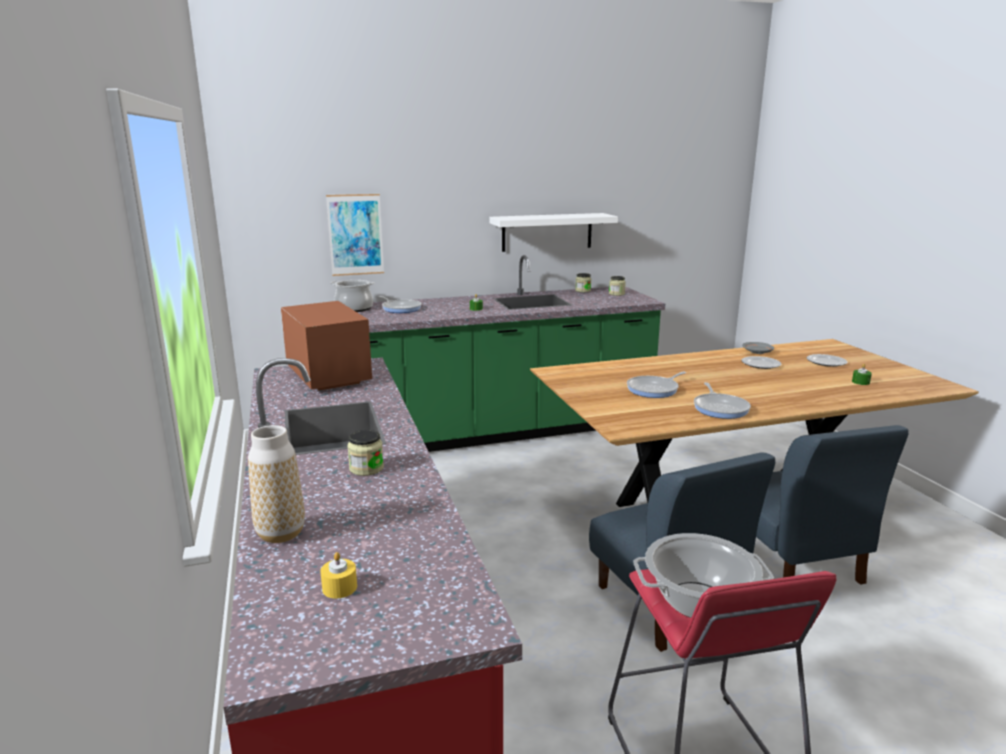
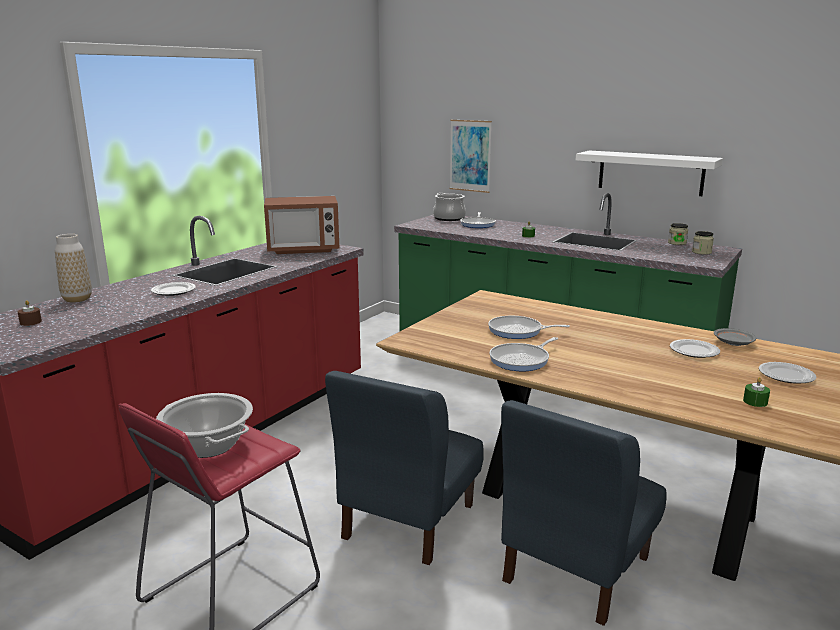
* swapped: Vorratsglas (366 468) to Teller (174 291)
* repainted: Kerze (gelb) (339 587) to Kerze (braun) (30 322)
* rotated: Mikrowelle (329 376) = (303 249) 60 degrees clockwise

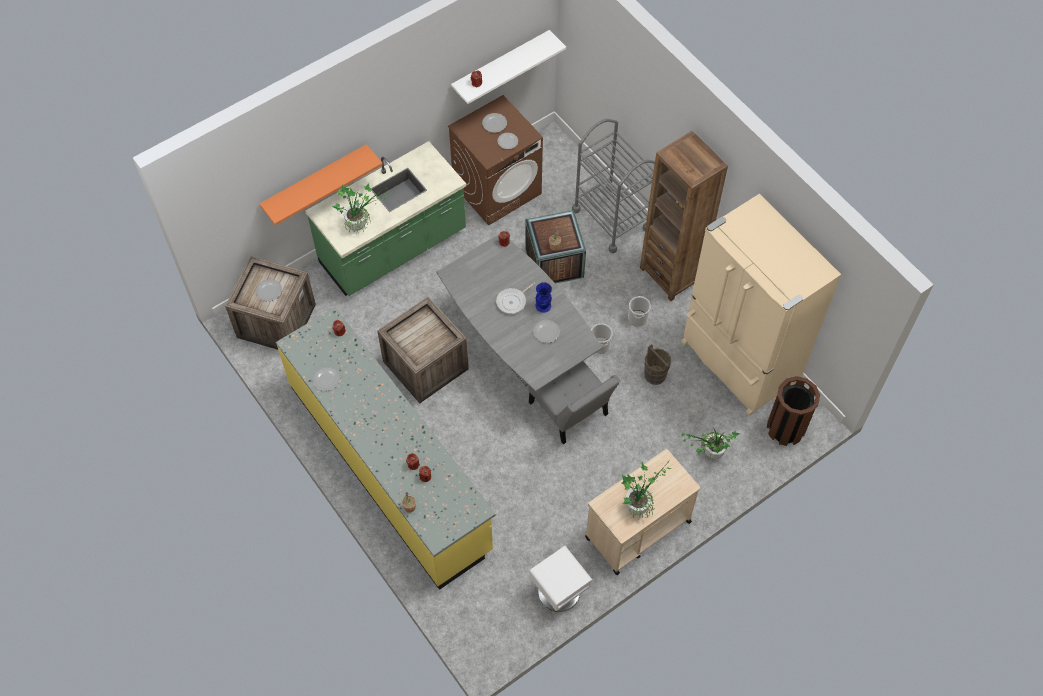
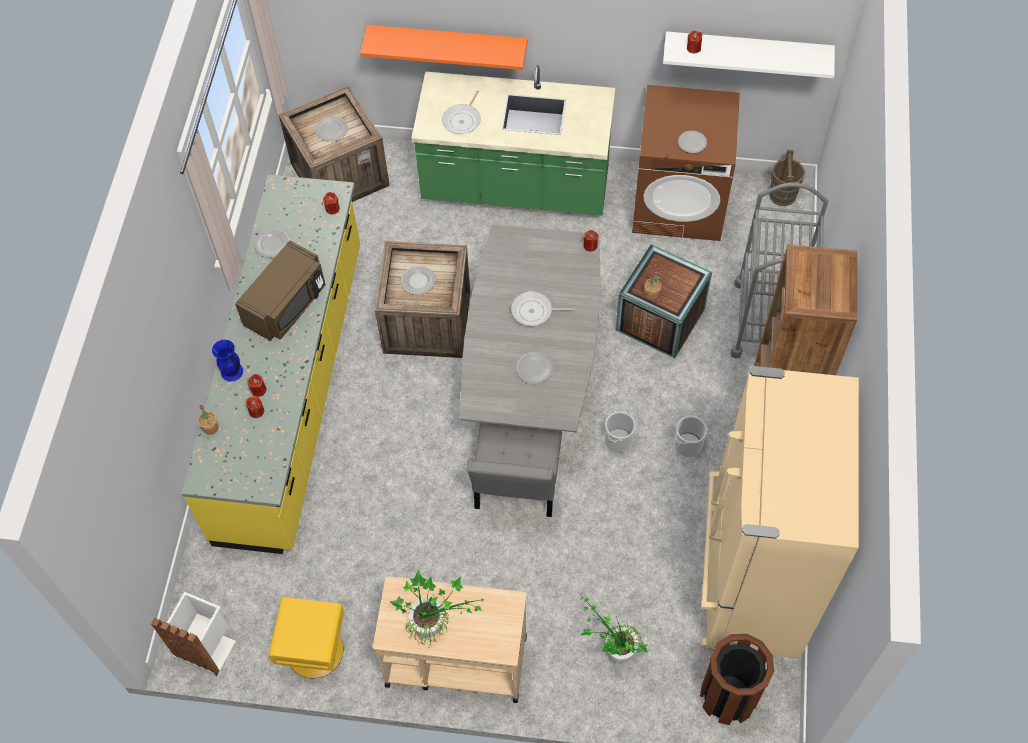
* new: Mülleimer (weiß) (207 647)
* new: Mikrowelle (braun) (287 305)
* shifted: Teller (494 123) to (418 281)
* shifted: Vase (blau) (543 306) to (231 372)
* shifted: Eimer (braun) (655 374) to (782 195)
* swapped: Topfpflanze (360 223) to Pfanne (463 120)
* repainted: Nachttisch (weiß) (559 592) to Nachttisch (gelb) (314 651)

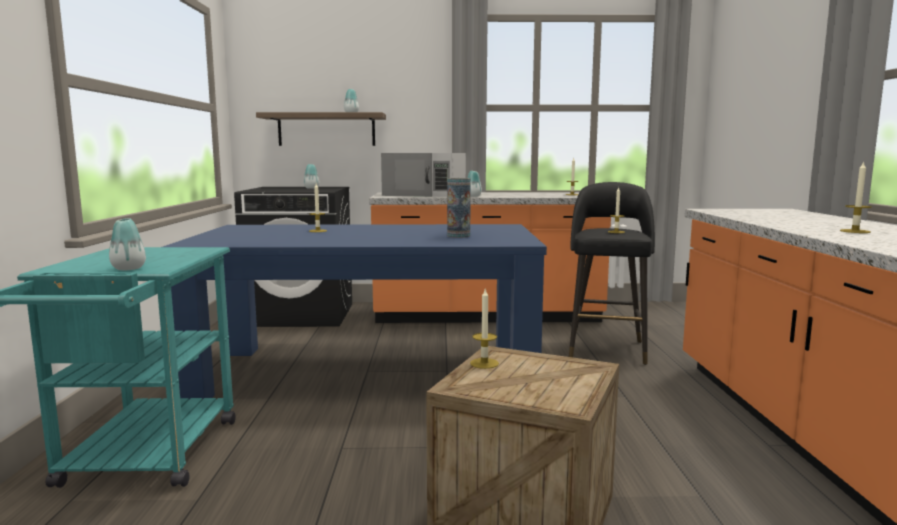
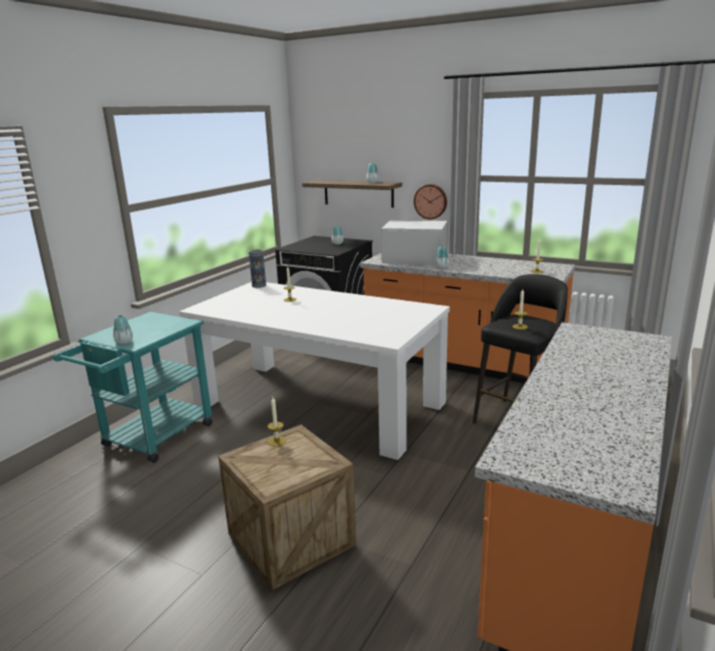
* gone: Kerze (855 231)
* new: Wanduhr (431 201)
* shifted: Vase (458 236) to (259 285)
* repainted: Esstisch (blau) (369 373) to Esstisch (weiß) (318 403)
* rotated: Mikrowelle (weiß) (425 194) = (414 258) 150 degrees clockwise

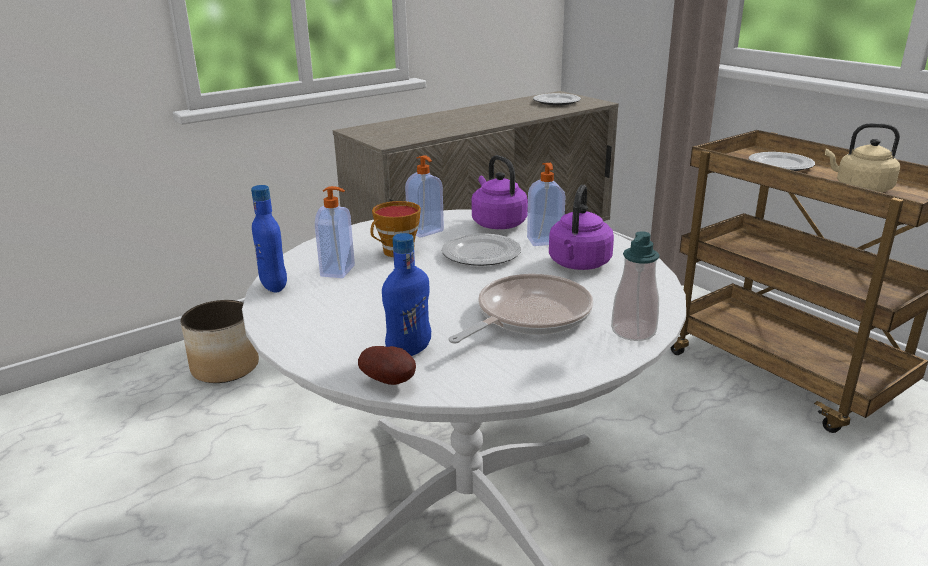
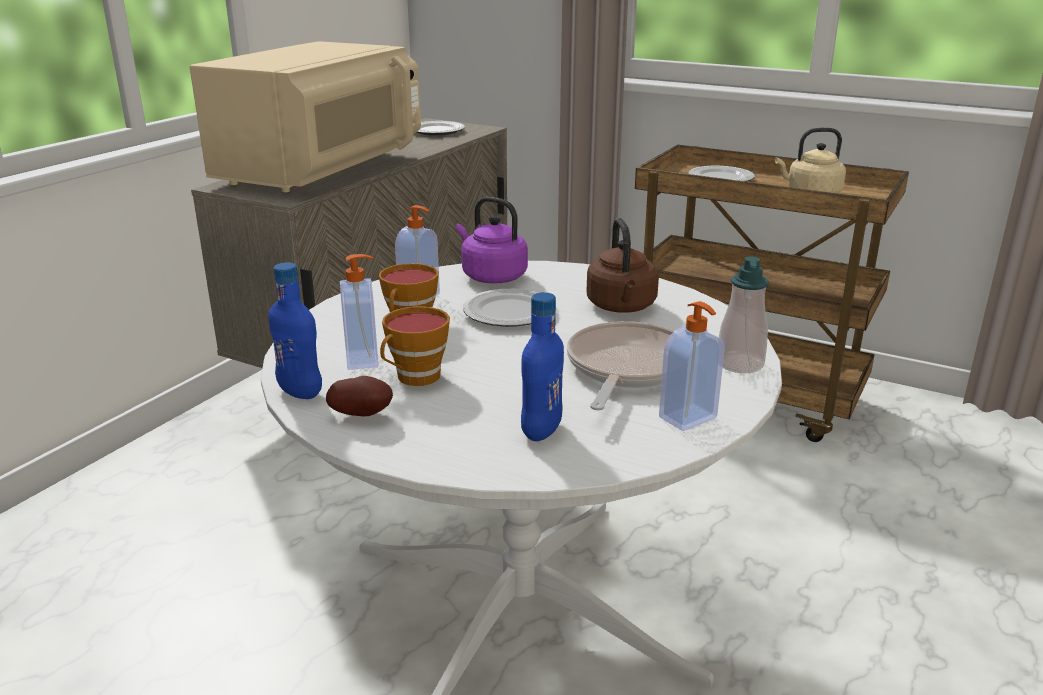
* gone: Pflanzkübel (225 367)
* new: Mikrowelle (beige) (323 171)
* new: Tasse (415 378)
* shifted: Kartoffel (391 382) to (363 414)
* shifted: Seifenspender (545 241) to (689 418)
* repainted: Wasserkessel (lila) (578 264) to Wasserkessel (braun) (621 307)

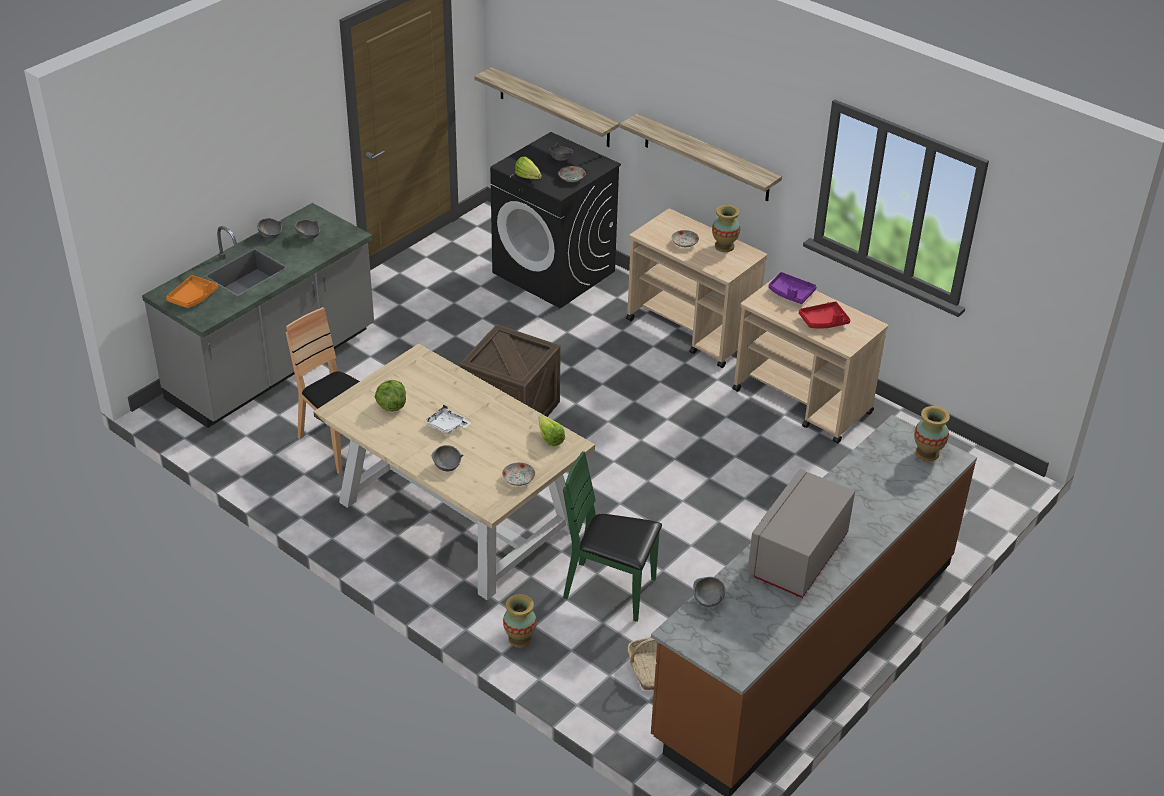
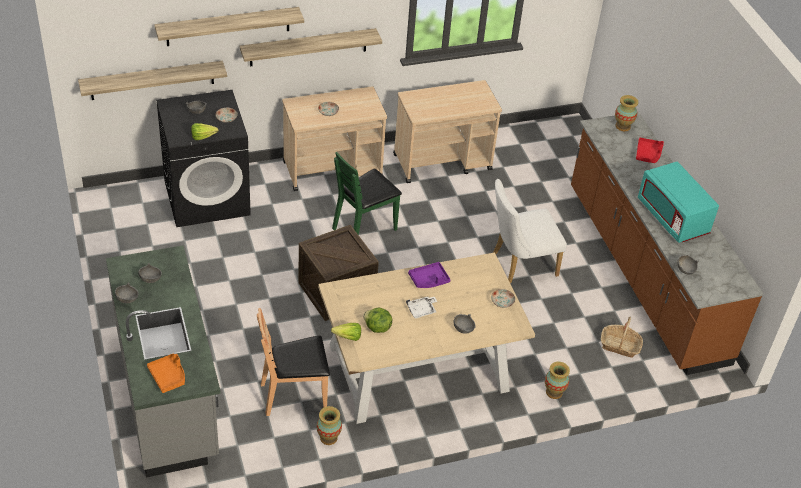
* new: Wandregal (228 26)
* new: Stuhl (weiß) (519 264)
* shifted: Salatkopf (549 436) to (345 336)
* shifted: Stuhl (grün) (610 590) to (364 228)
* shifted: Vase (724 246) to (328 438)
* shifted: Tablett (lila) (790 293) to (429 280)
* shifted: Tablett (rot) (824 321) to (648 154)
* repainted: Mikrowelle (grau) (797 556) to Mikrowelle (türkis) (672 218)

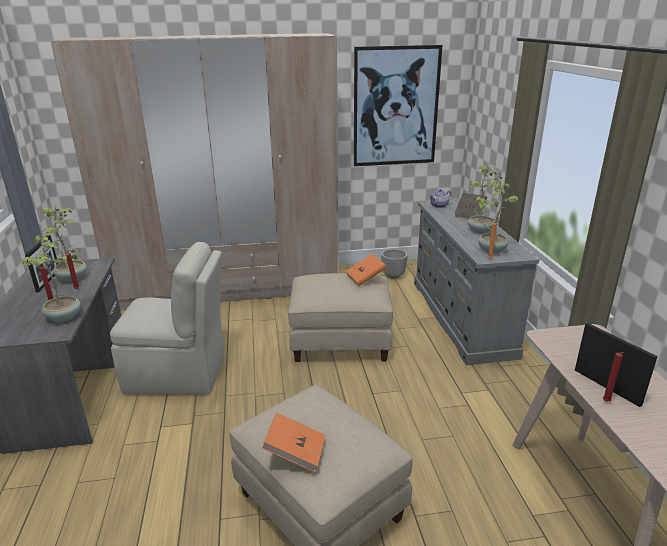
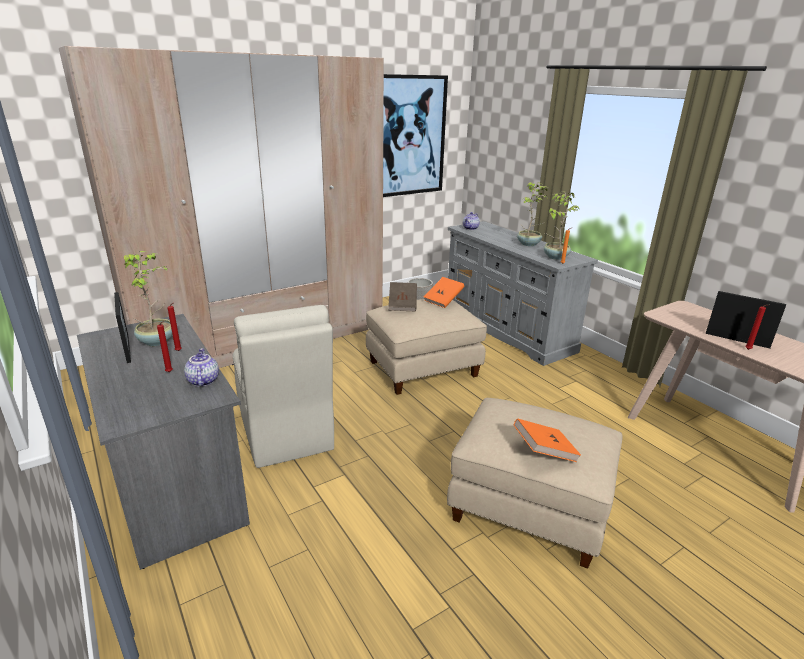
* shifted: Buch (braun) (470 214) to (402 305)
* swapped: Topfpflanze (64 317) to Teekanne (202 381)
* rotated: Stuhl (beige) (178 374) = (286 432) 90 degrees clockwise

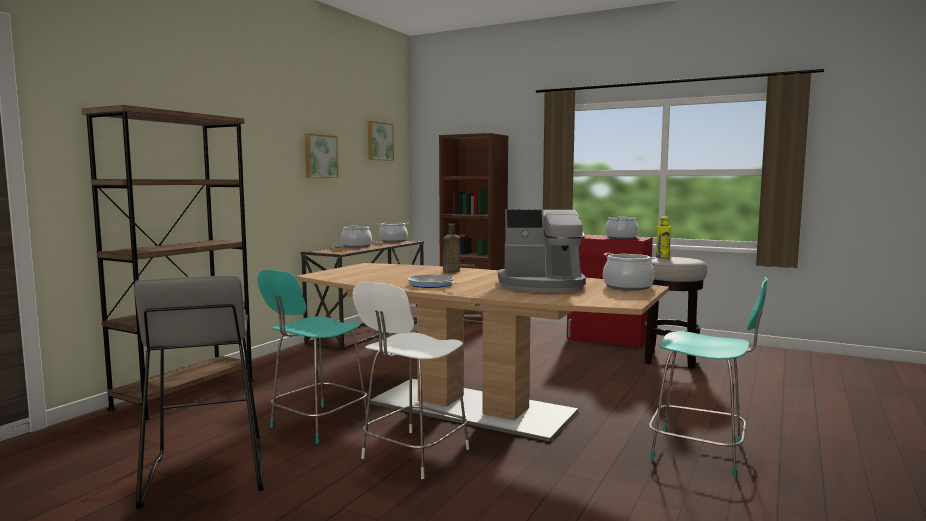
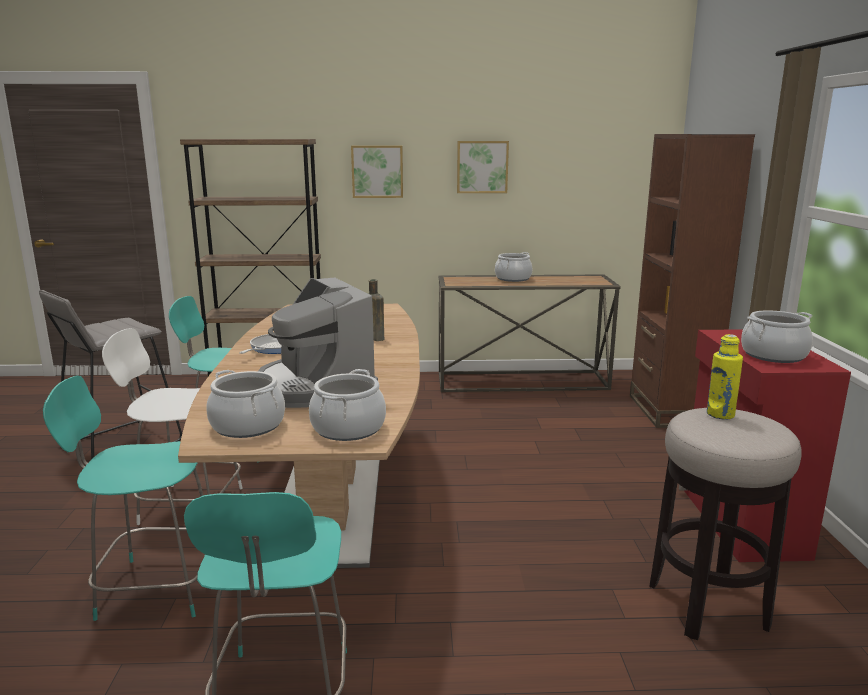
* new: Stuhl (türkis) (155 587)
* shifted: Bild (379 141) to (377 171)
* shifted: Kochtopf (393 241) to (247 426)

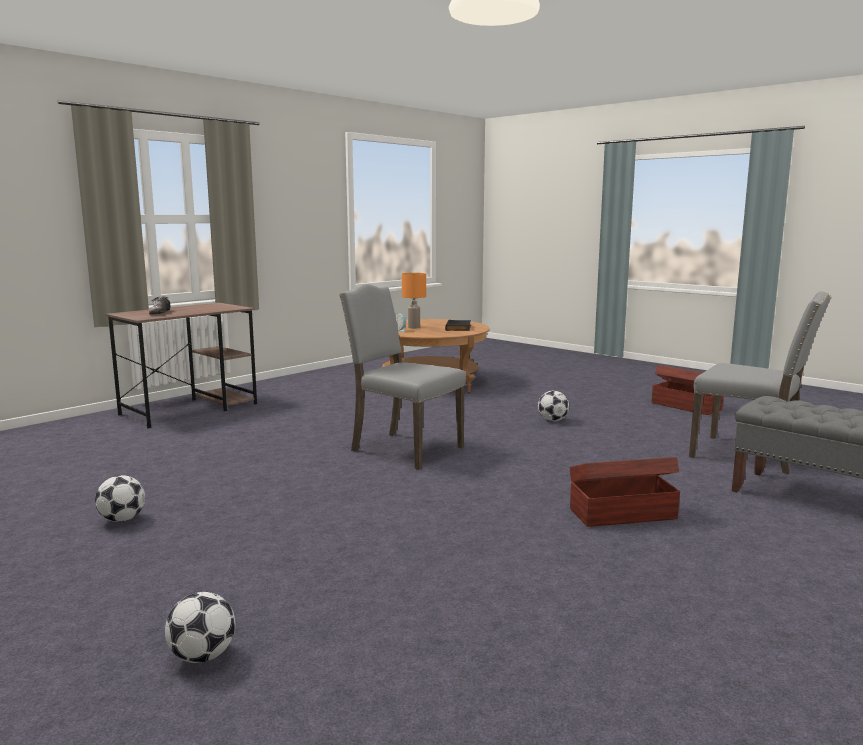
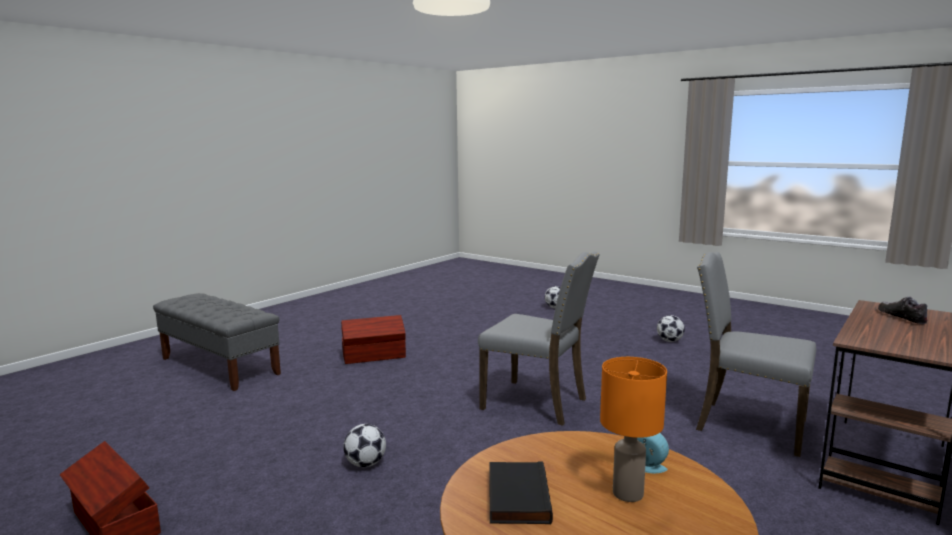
* shifted: Stuhl (grau) (749 455) to (748 425)

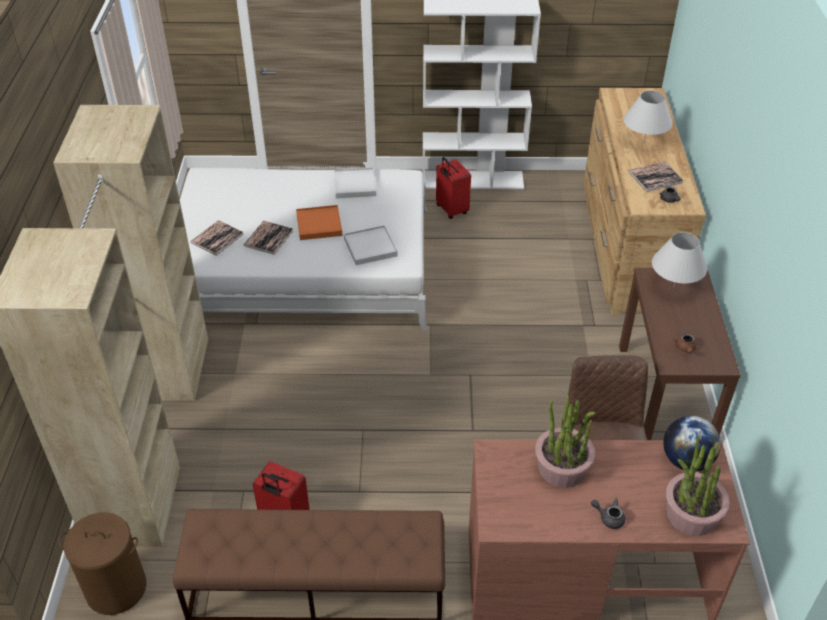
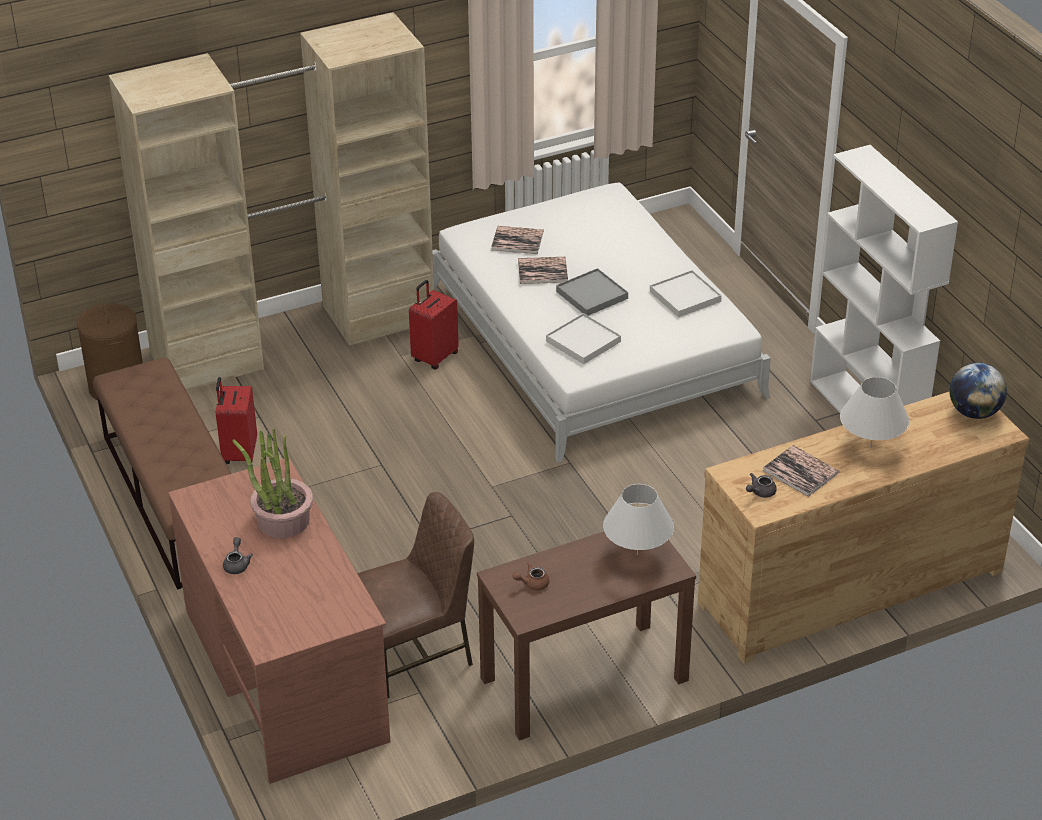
* gone: Topfpflanze (691 514)
* shifted: Koffer (rot) (451 210) to (434 357)
* shifted: Globus (686 460) to (974 412)
* repainted: Tablett (orange) (319 224) to Tablett (grau) (592 295)

